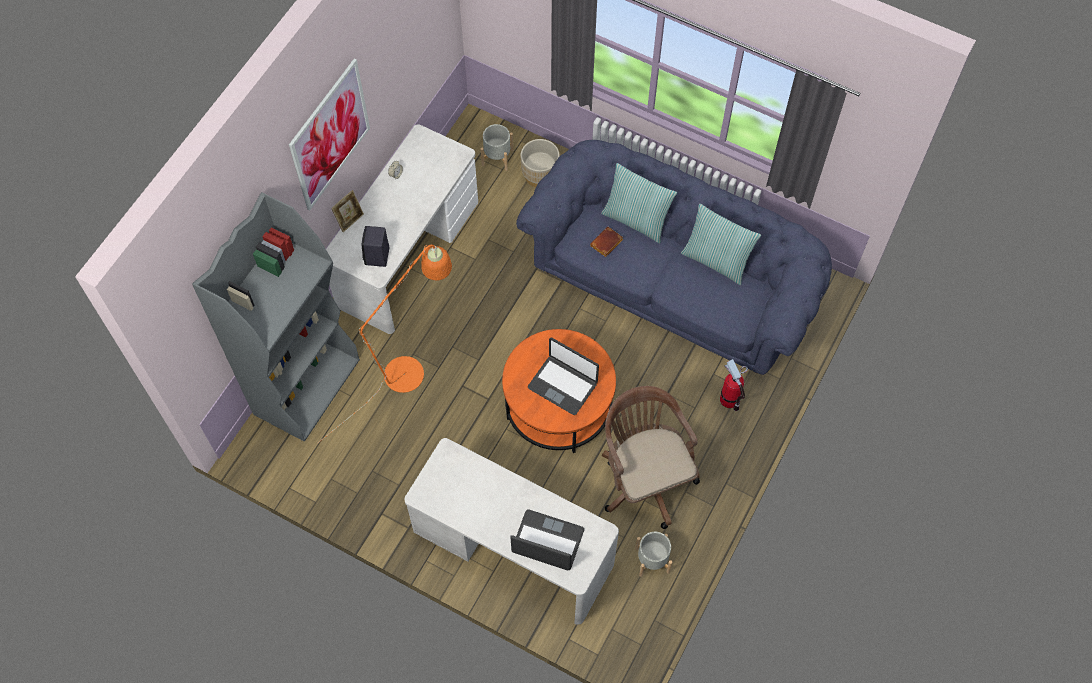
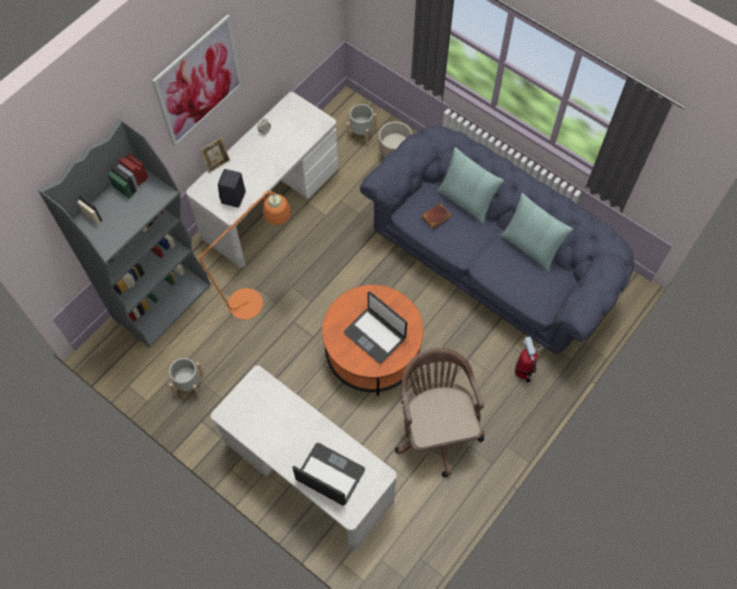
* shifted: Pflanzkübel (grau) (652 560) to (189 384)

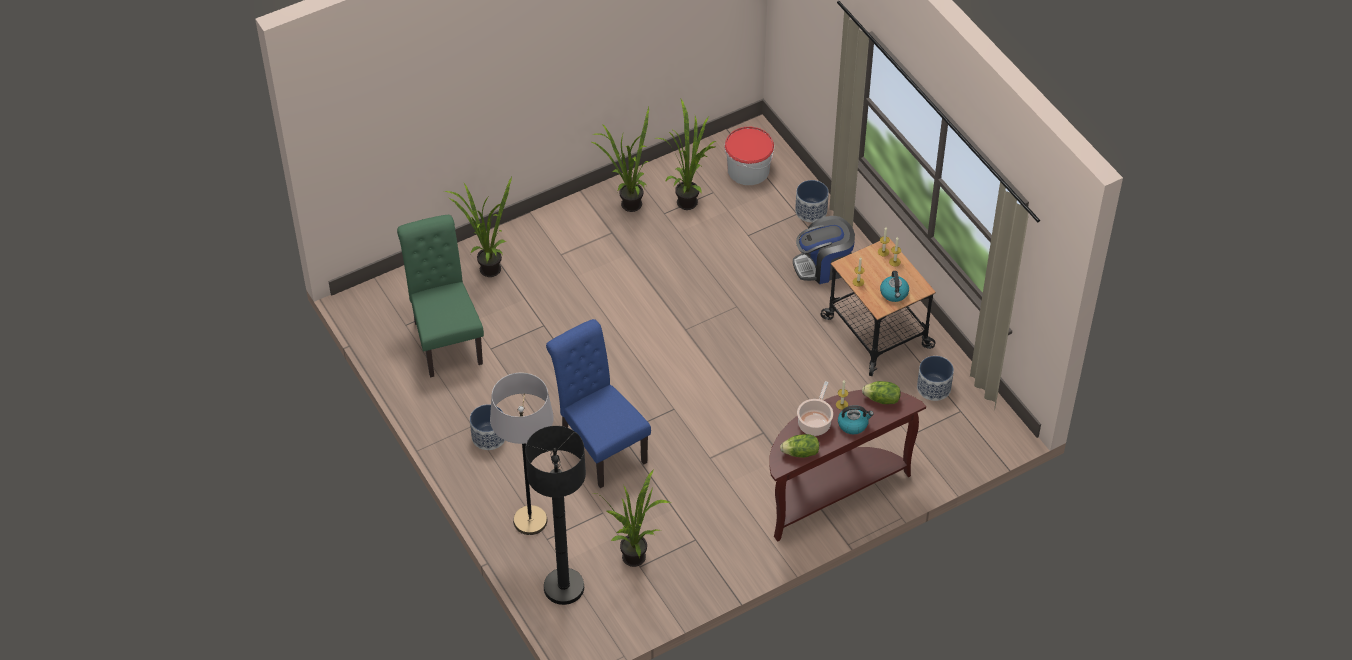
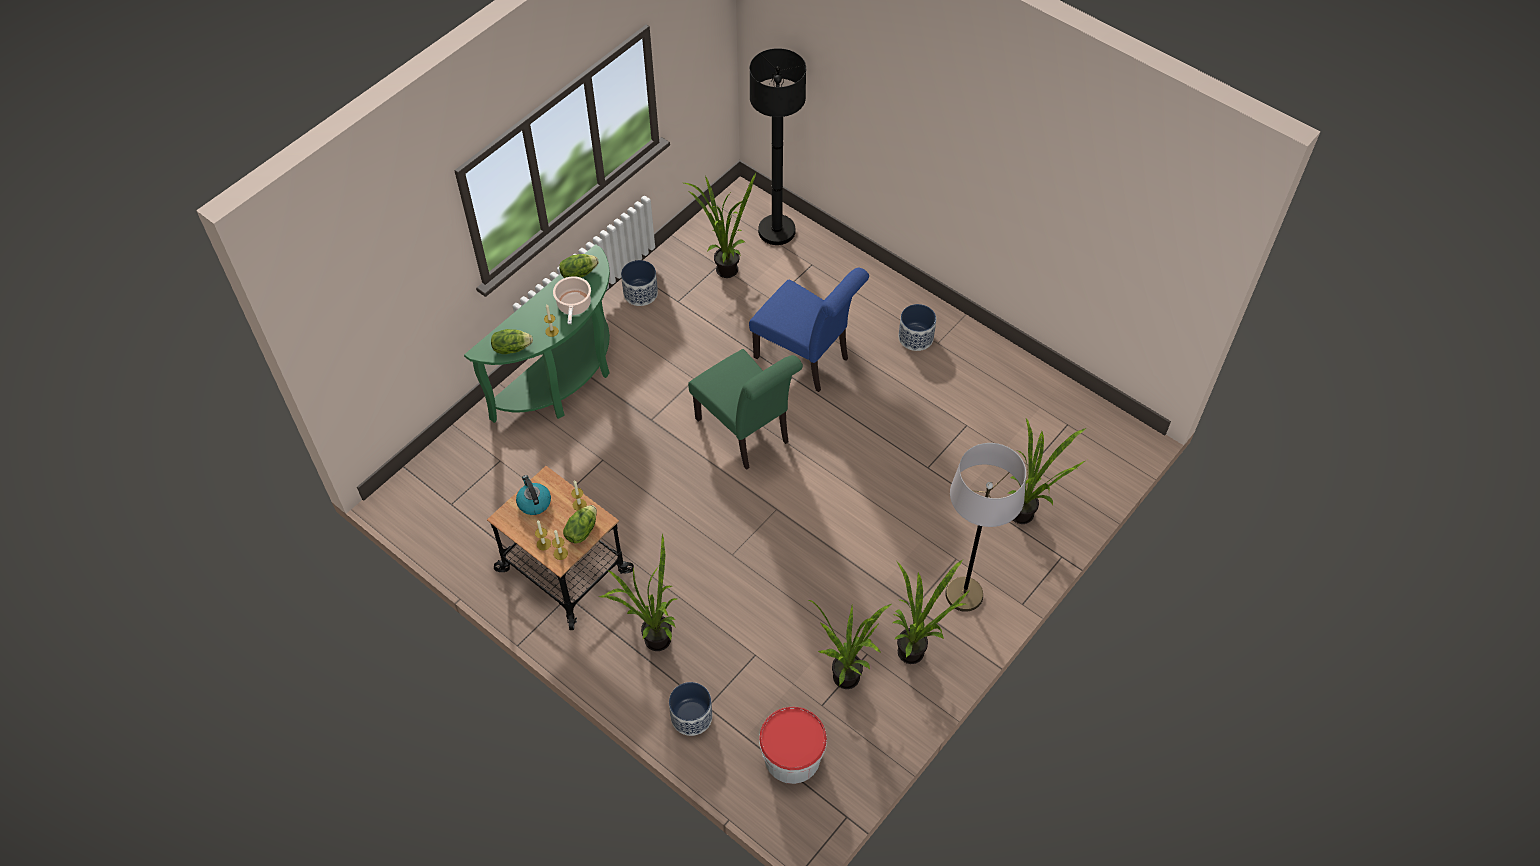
* gone: Wasserkessel (853 424)
* new: Salatkopf (581 530)
* shifted: Stuhl (grün) (445 339) to (746 434)
* shifted: Stehlampe (grau) (530 521) to (964 595)
* shifted: Pflanzkübel (934 388) to (640 293)
* swapped: Kaffeemaschine (823 266) to Topfpflanze (651 640)
* repainted: Konsolentisch (braun) (832 491) to Konsolentisch (grün) (563 381)

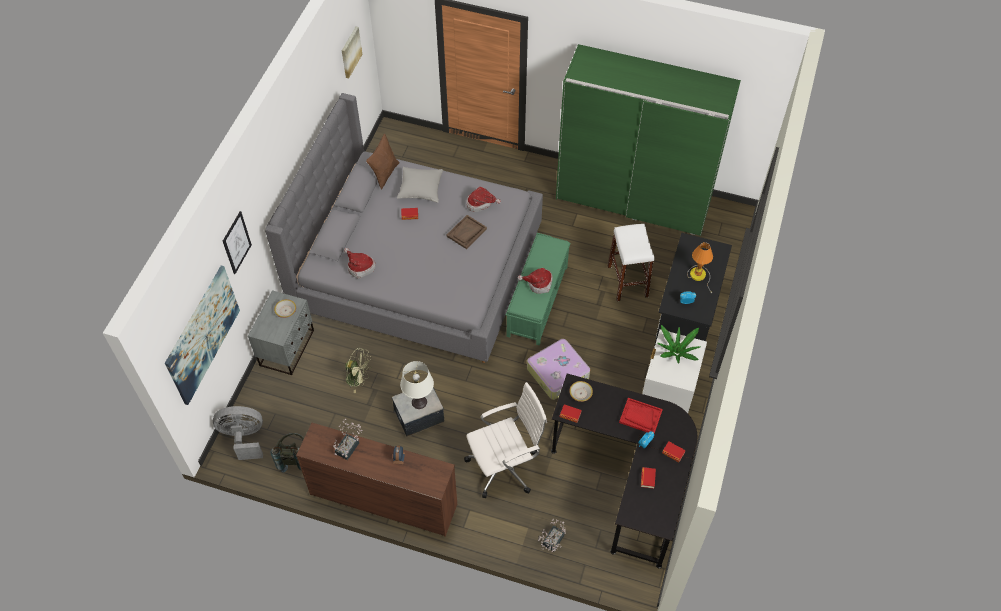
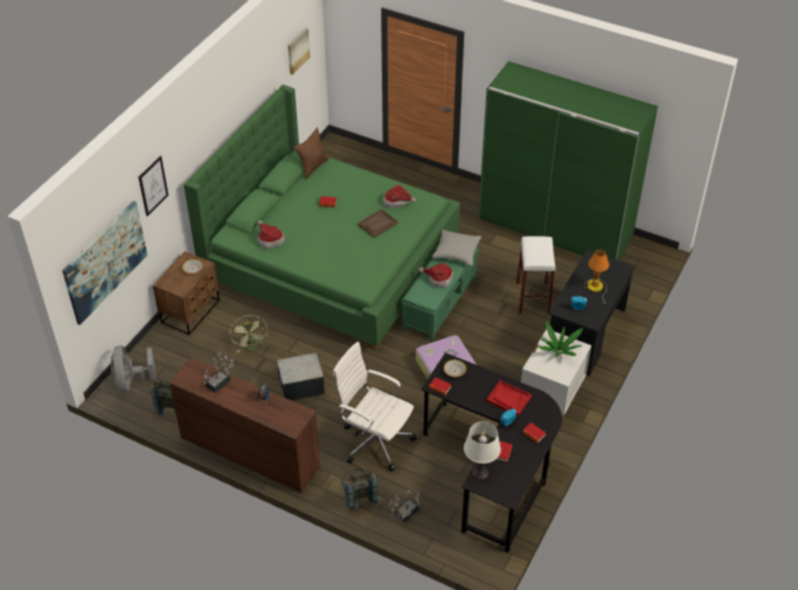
* new: Rucksack (grau) (358 495)
* shifted: Kissen (grau) (420 189) to (456 252)
* shifted: Tischlampe (weiß) (419 402) to (480 473)
* repainted: Nachttisch (grau) (287 348) to Nachttisch (braun) (191 312)
* repainted: Bett (grau) (417 268) to Bett (grün) (330 261)
* rotated: Ventilator (grau) (244 438) = (131 381) 105 degrees counterclockwise
* rotated: Ventilator (grün) (358 379) = (251 347) 45 degrees clockwise
* rotated: Bürostuhl (weiß) (505 466) = (375 440) 135 degrees counterclockwise

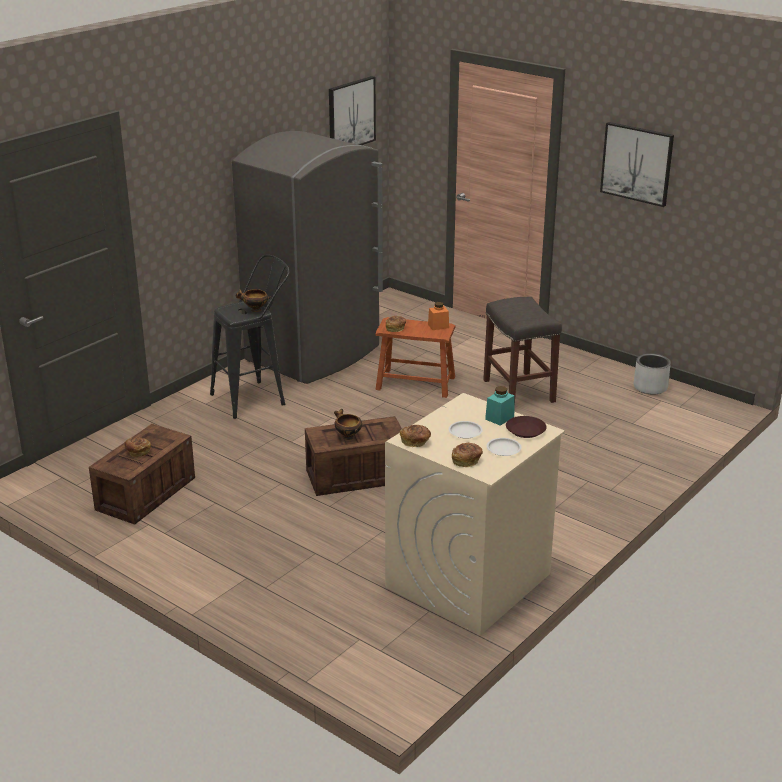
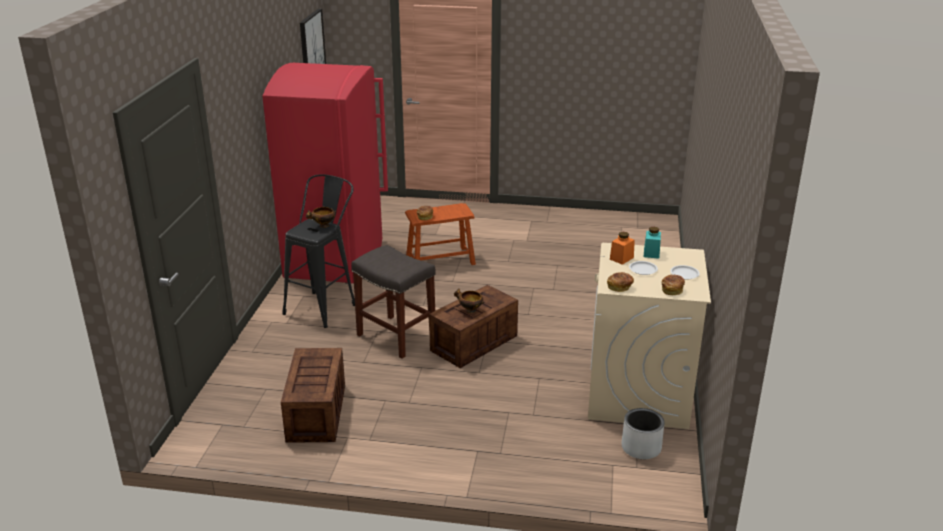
* gone: Brot (137 451)
* gone: Teller (braun) (525 430)
* gone: Bild (637 163)
* shifted: Vorratsglas (orange) (438 326) to (621 258)
* shifted: Hocker (grau) (518 390) to (395 336)
* shifted: Pflanzkübel (grau) (650 387) to (640 448)
* repainted: Kühlschrank (grau) (314 354) to Kühlschrank (rot) (336 259)

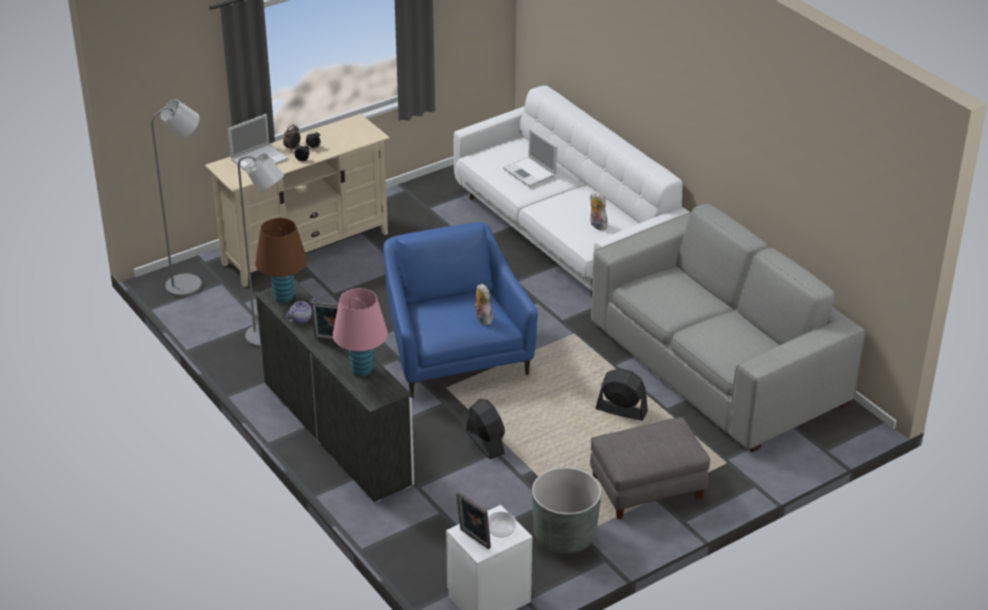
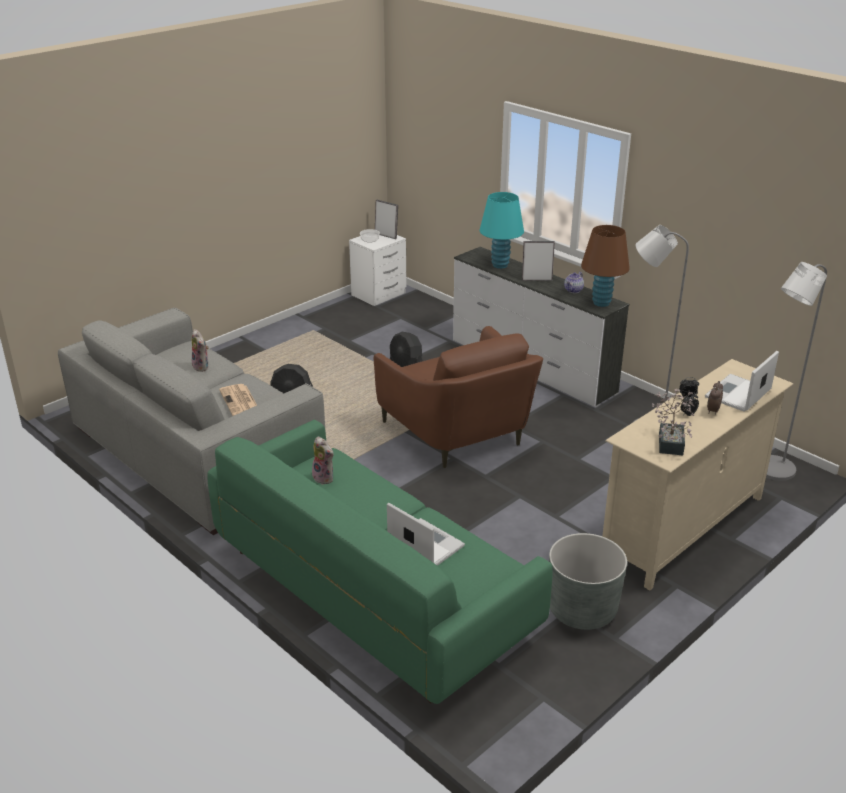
* gone: Polsterhocker (grau) (647 488)
* new: Zeitung (240 401)
* new: Topfpflanze (671 441)
* shifted: Plüschtier (482 319) to (202 367)
* shifted: Pflanzkübel (grau) (564 535) to (582 609)
* repainted: Tischlampe (rosa) (361 370) to Tischlampe (türkis) (500 265)
* repainted: Sessel (blau) (454 353) to Sessel (braun) (459 434)
* repainted: Sofa (weiß) (564 233) to Sofa (grün) (373 590)

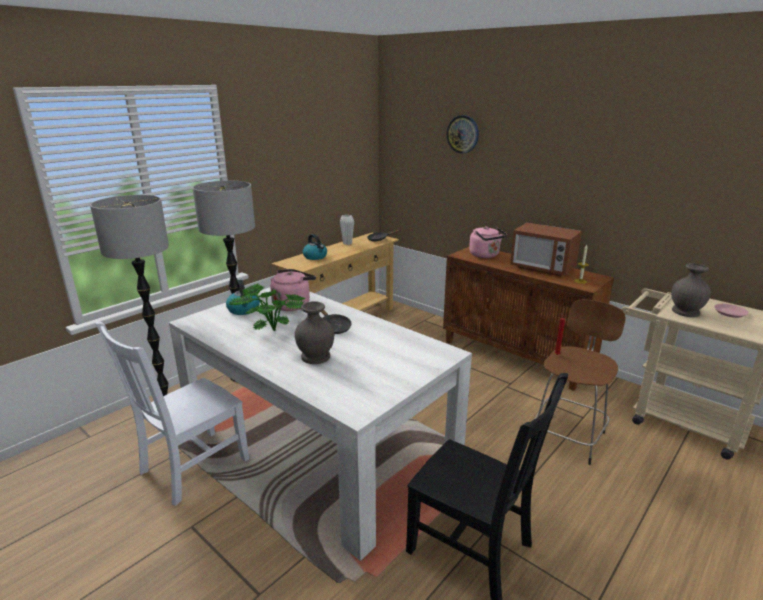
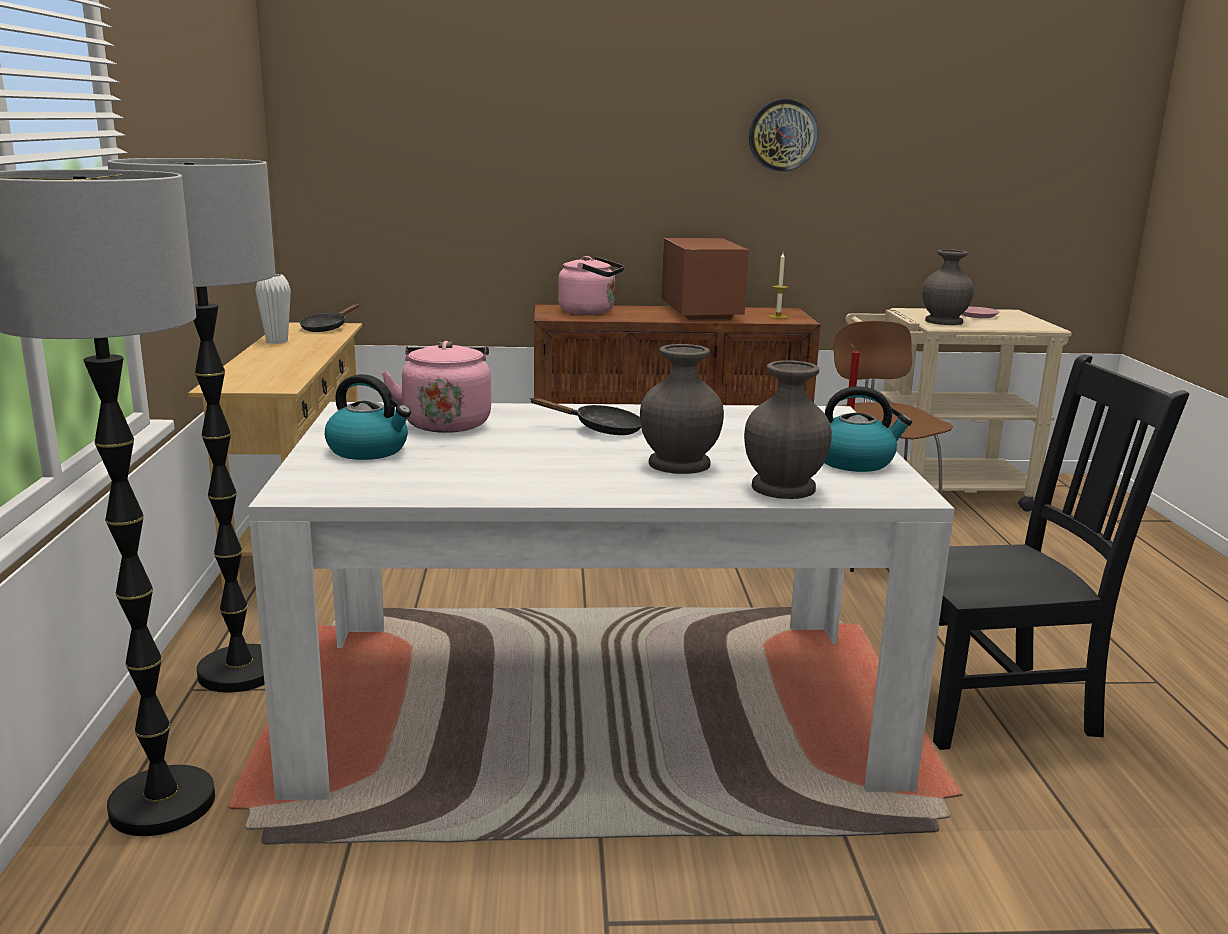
* gone: Stuhl (weiß) (191 467)
* gone: Topfpflanze (272 329)
* new: Vase (grau) (782 488)
* shifted: Wasserkessel (315 257) to (855 462)
* shifted: Wanduhr (463 134) to (782 135)
* rotated: Mikrowelle (542 268) = (701 313) 90 degrees counterclockwise

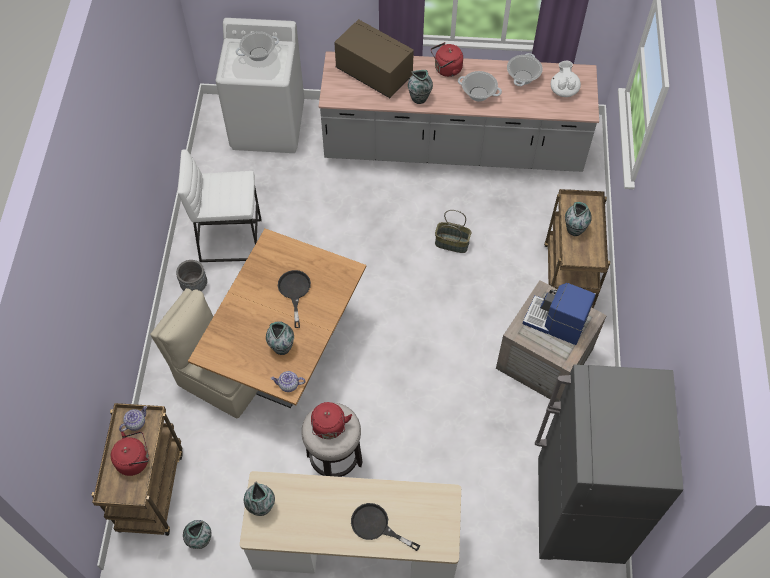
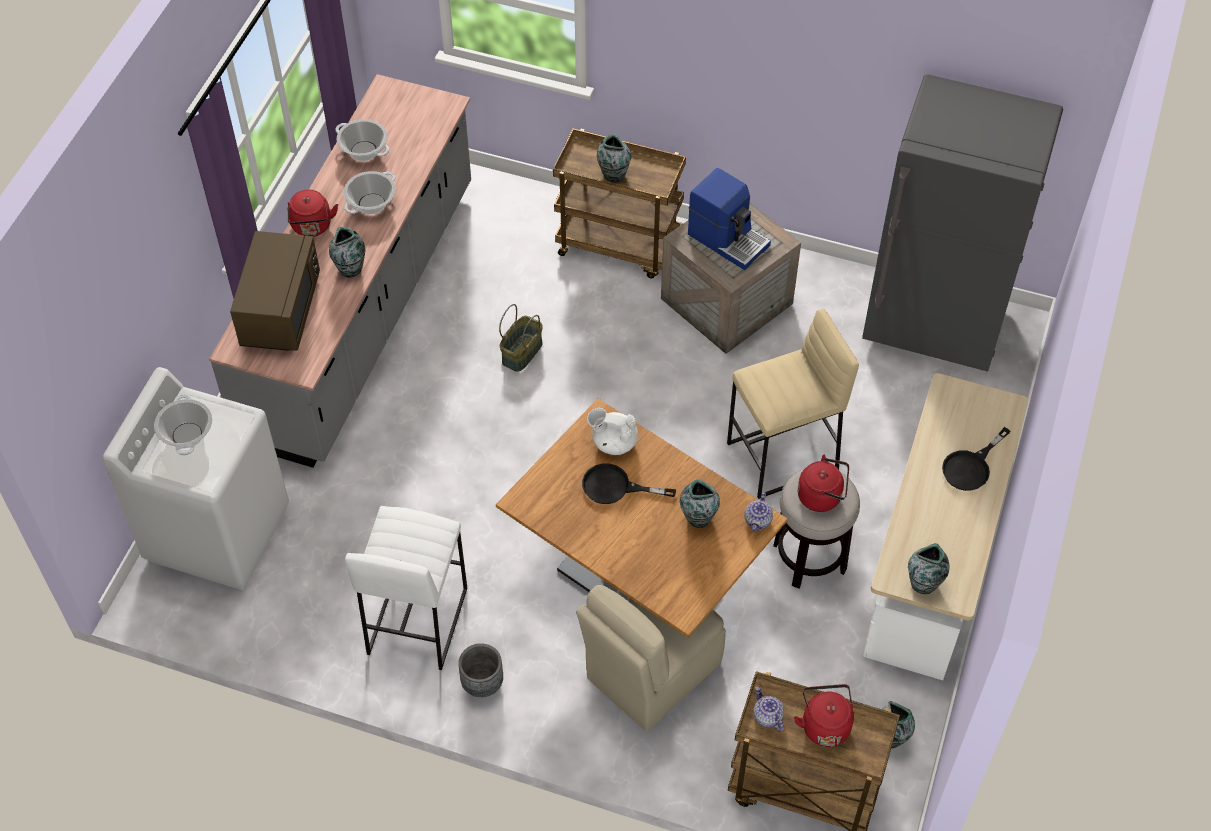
* new: Hocker (beige) (783 457)
* shifted: Teekanne (weiß) (563 90) to (613 442)
* rotated: Mikrowelle (braun) (373 73) = (280 310) 135 degrees clockwise
* rotated: Kaffeemaschine (555 322) = (728 239) 90 degrees counterclockwise

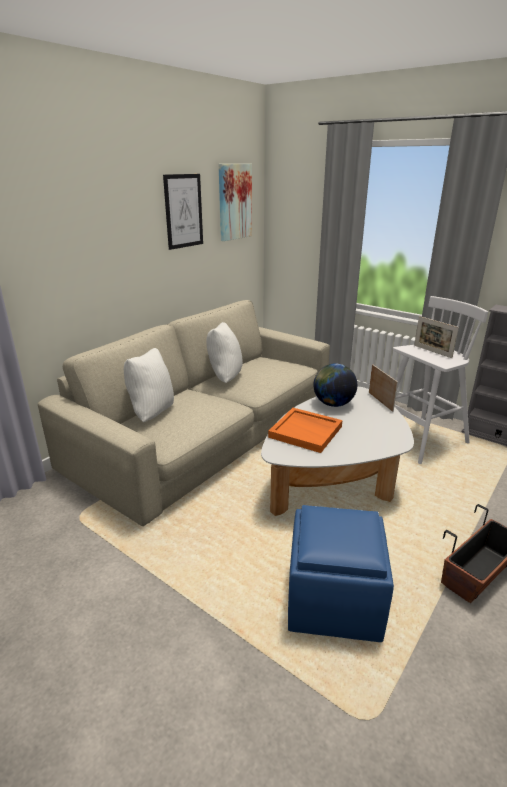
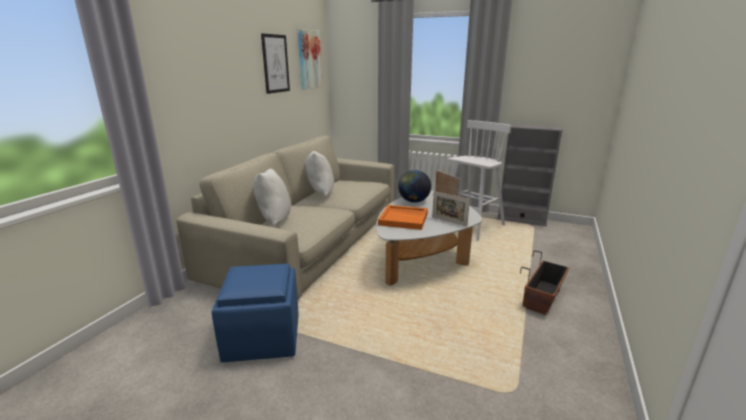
* shifted: Polsterhocker (blau) (334 601) to (263 338)
* shifted: Bilderrahmen (432 351) to (449 221)

